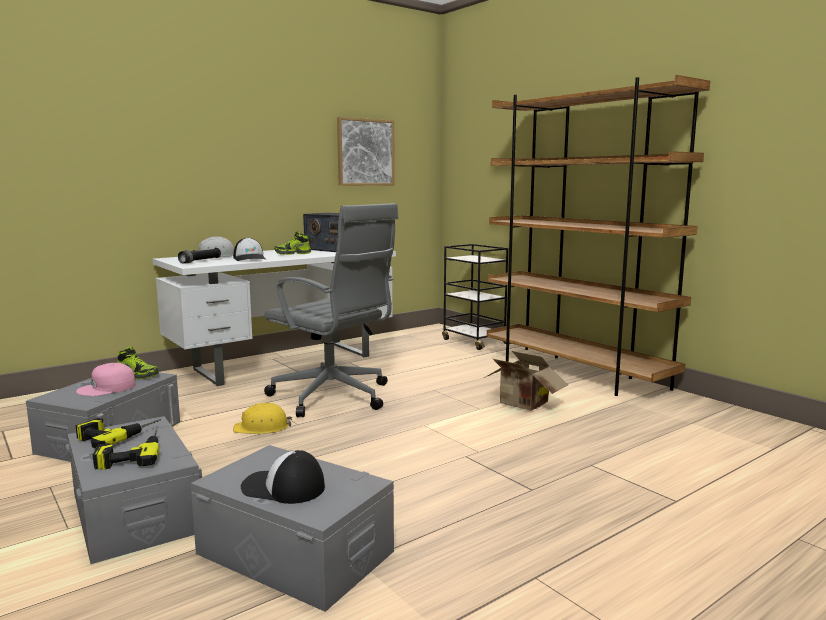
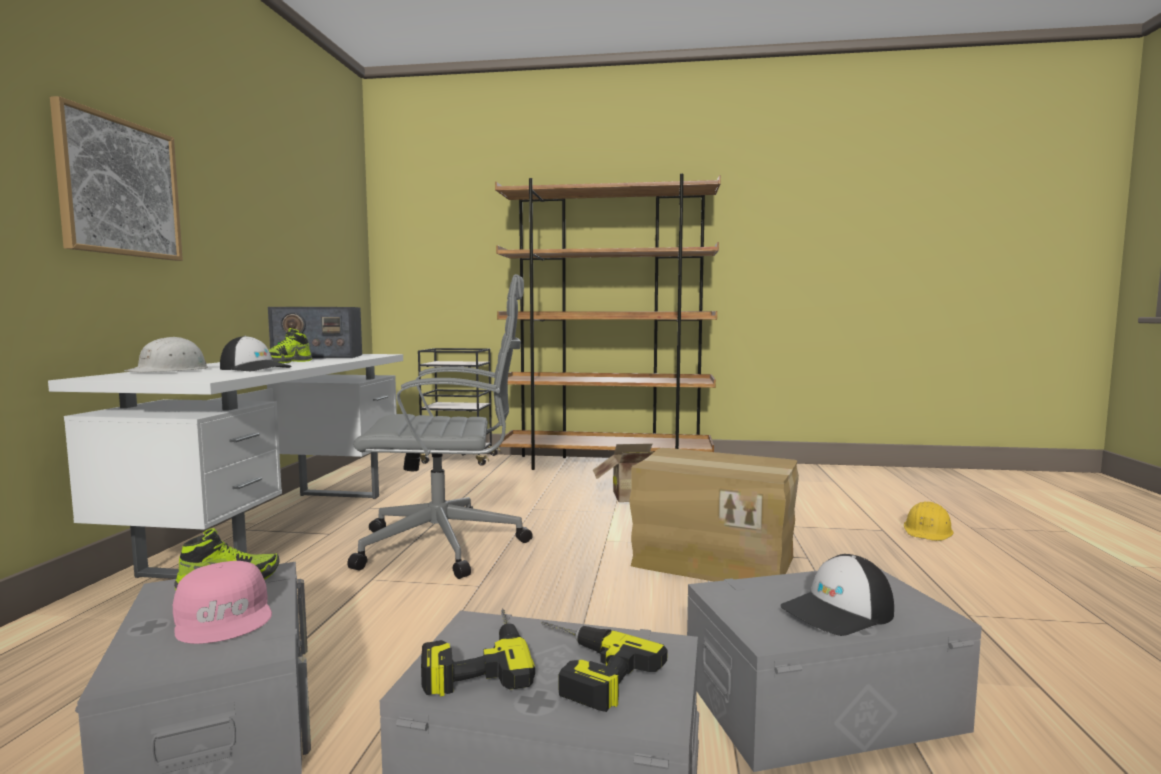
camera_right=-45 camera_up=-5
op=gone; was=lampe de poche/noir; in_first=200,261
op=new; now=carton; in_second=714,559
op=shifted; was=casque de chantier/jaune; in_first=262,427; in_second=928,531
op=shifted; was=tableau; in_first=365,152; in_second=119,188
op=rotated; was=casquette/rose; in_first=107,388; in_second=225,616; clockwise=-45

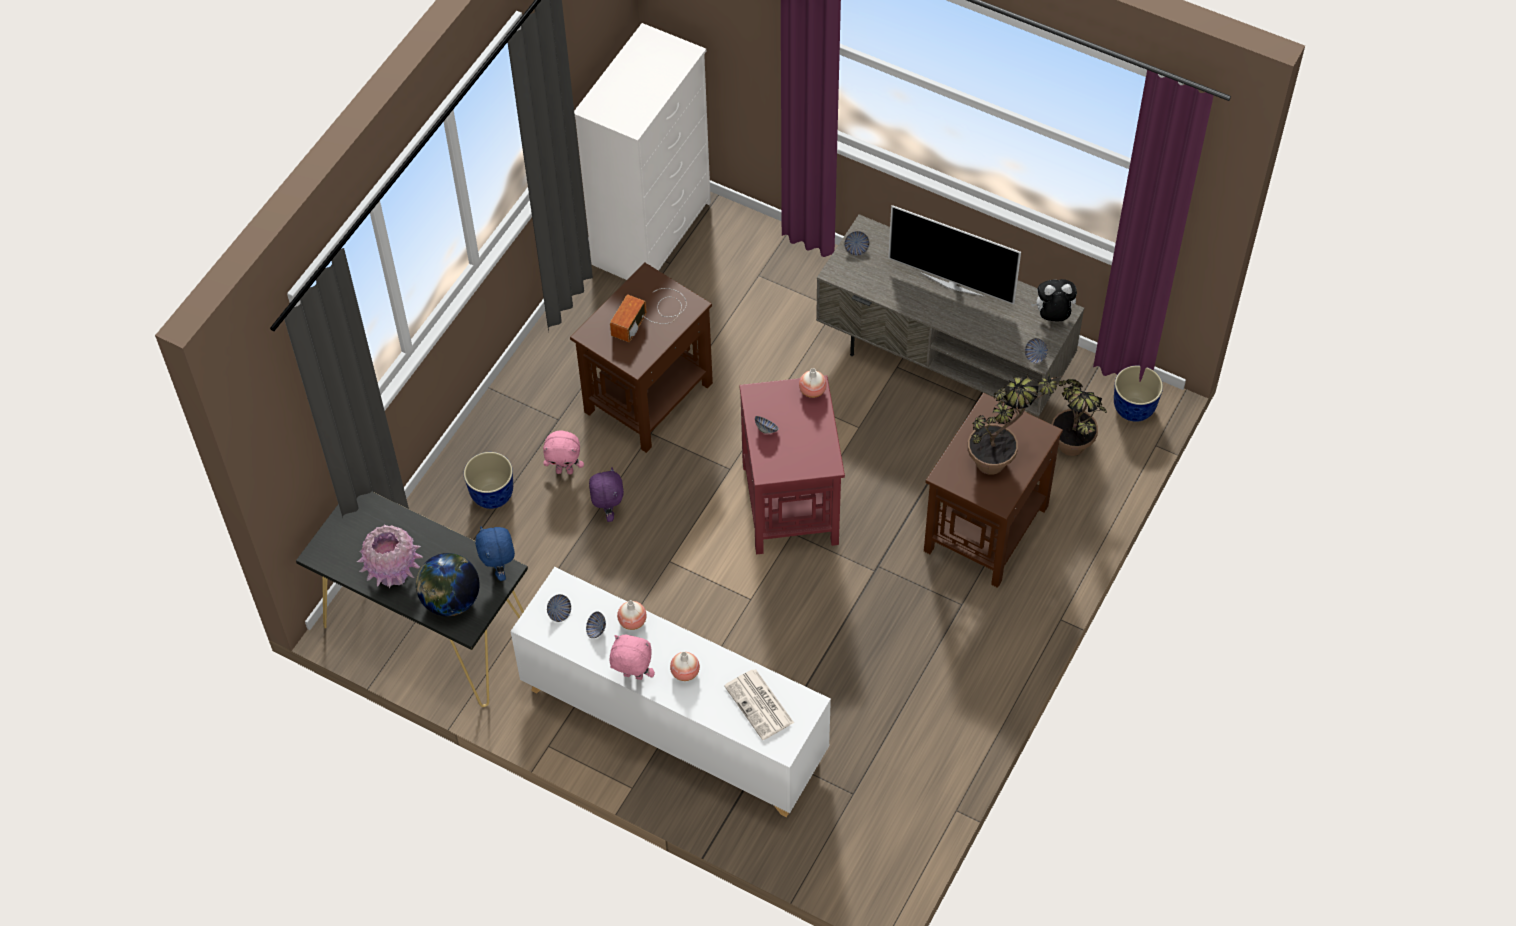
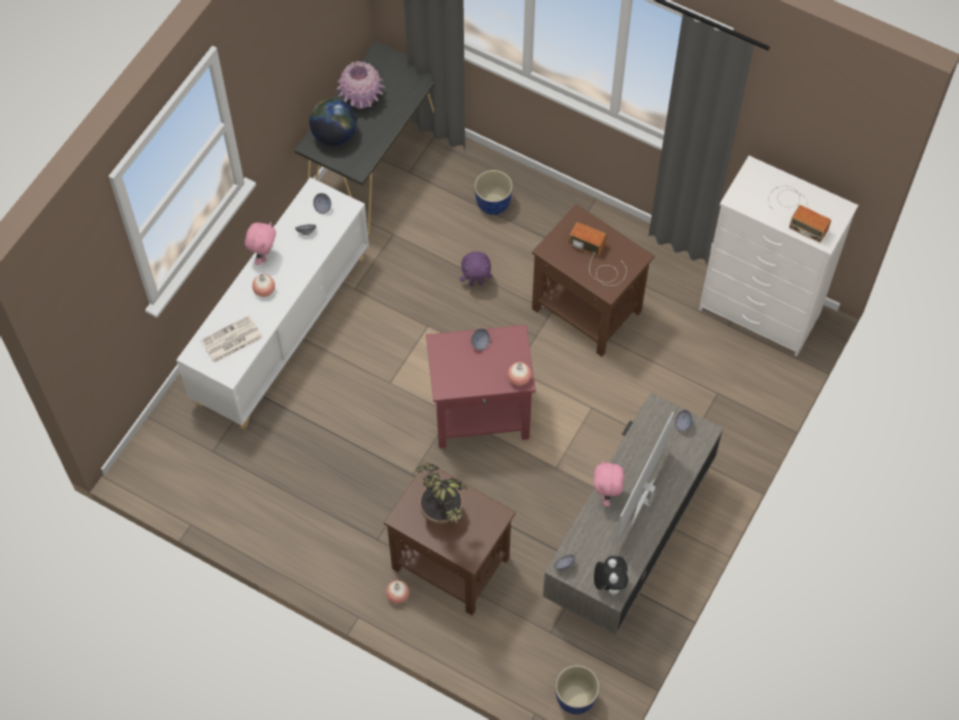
camera_right=90 camera_up=5
op=gone; was=peluche/bleu; in_first=500,569
op=gone; was=plante en pot; in_first=1072,453
op=new; now=radio; in_second=797,212
op=shifted; was=peluche/rose; in_first=565,470; in_second=607,494
op=shifted; was=vase; in_first=632,621; in_second=398,595

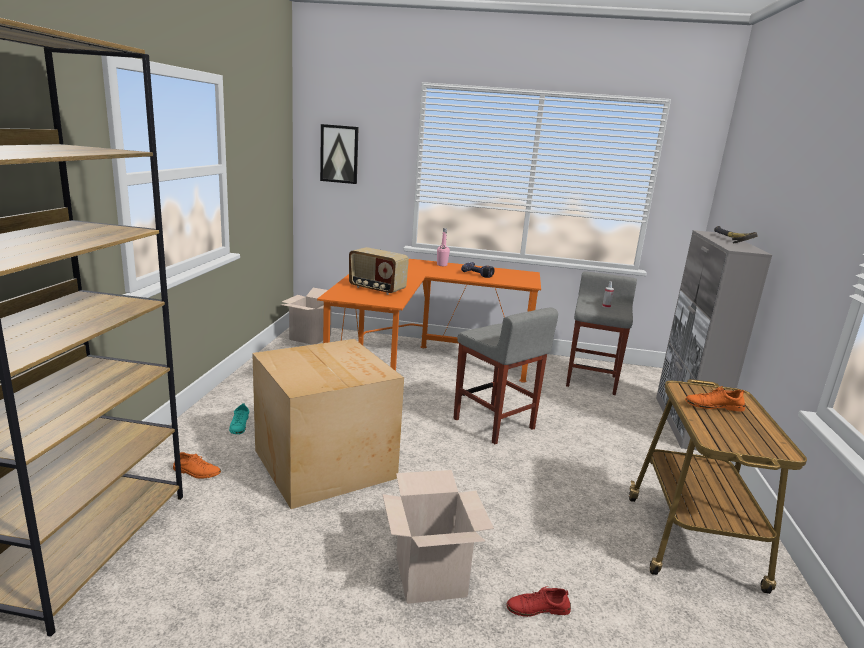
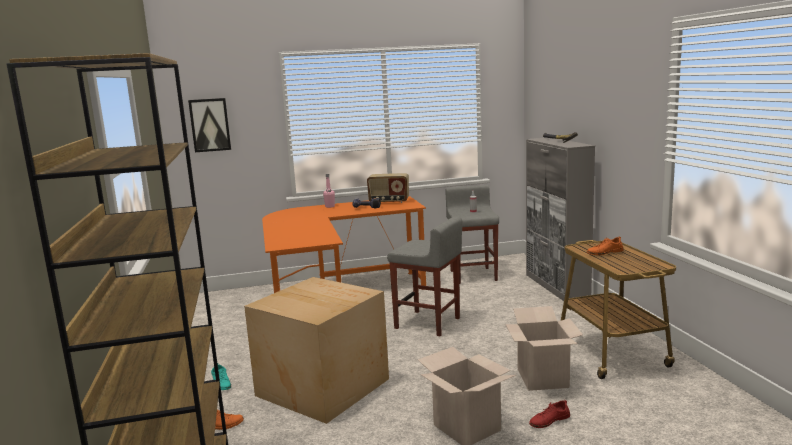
camera_right=-20 camera_up=-5
op=shifted; was=carton; in_first=310,337; in_second=542,378
op=shifted; was=radio; in_first=376,289; in_second=389,201

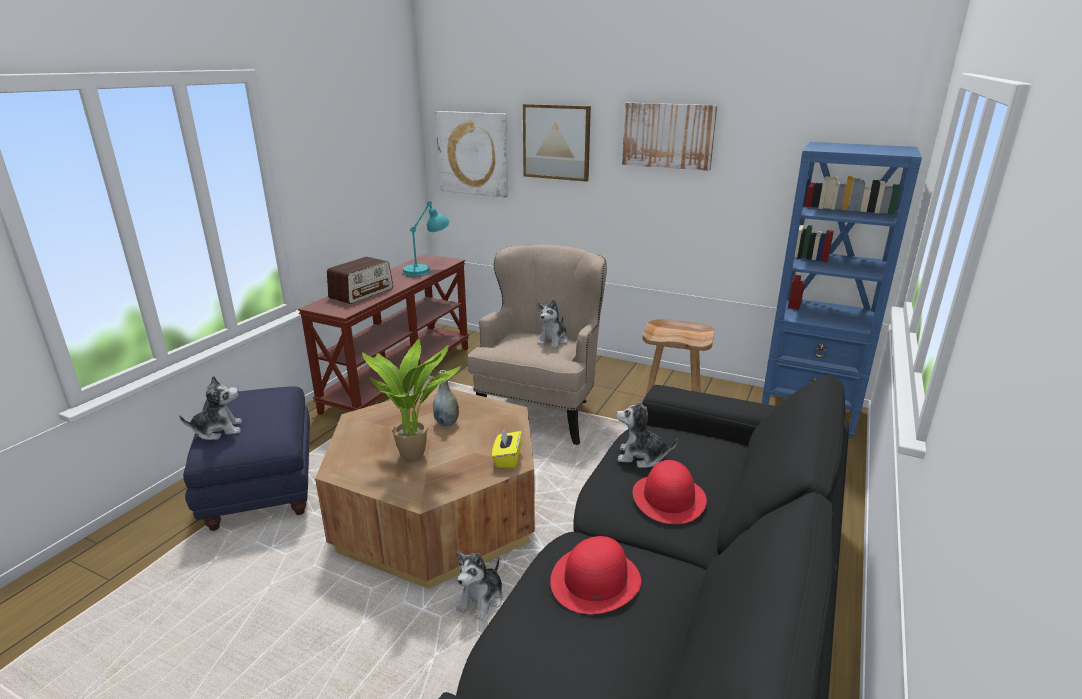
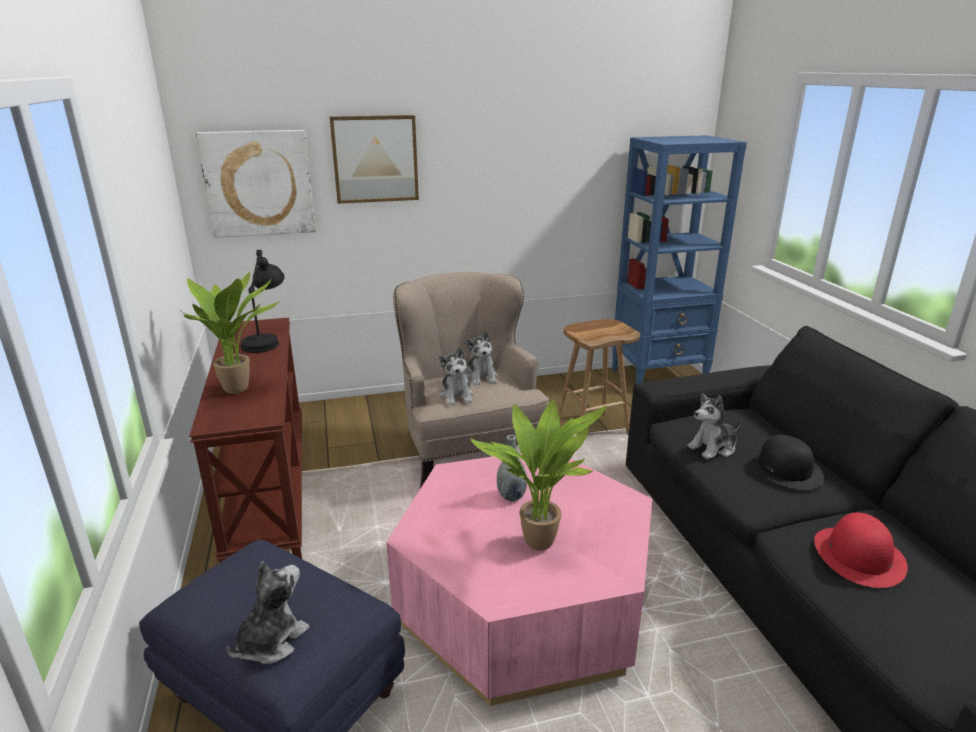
camera_right=-40 camera_up=0
op=gone; was=boîte à mouchoirs/jaune; in_first=507,459
op=gone; was=tableau; in_first=668,136
op=shifted; was=peluche; in_first=481,599; in_second=456,396
op=swapped; was=radio; now=plante en pot; in_first=362,293; in_second=241,389
op=repainted; was=table basse/marron; now=table basse/rose; in_first=437,512; in_second=523,602
op=repainted; was=lampe de table/turquoise; now=lampe de table/noir; in_first=427,269; in_second=267,339
op=repainted; was=chapeau/rouge; now=chapeau/noir; in_first=669,498; in_second=784,469

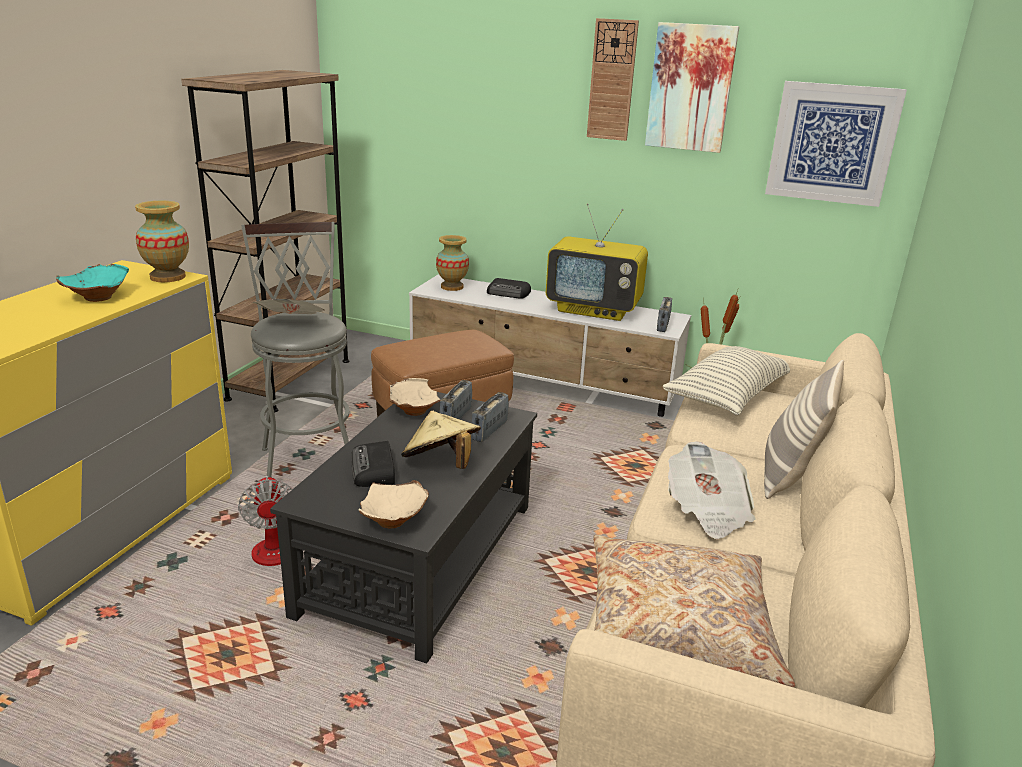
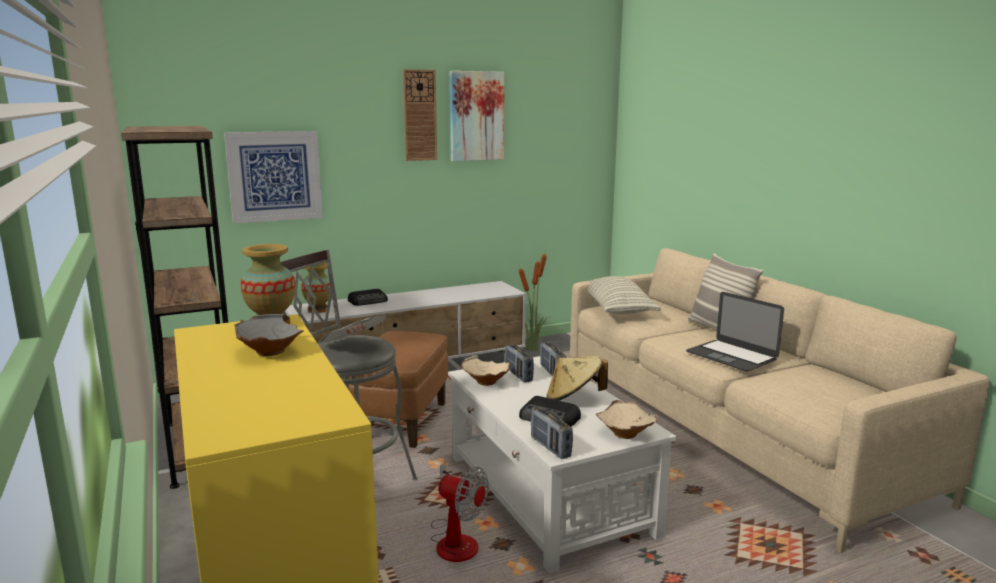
camera_right=-45 camera_up=-10
op=gone; was=téléviseur; in_first=594,310
op=gone; was=coussin/beige; in_first=678,625
op=shifted; was=radio; in_first=663,325; in_second=550,447
op=shifted; was=tableau; in_first=832,143; in_second=275,176
op=swapped; was=journal; now=ordinateur portable; in_first=707,511; in_second=731,355
op=repainted; was=bol/turquoise; now=bol/gris; in_first=96,297; in_second=268,352
op=repainted; was=table basse/noir; now=table basse/blanc; in_first=418,559; in_second=548,495

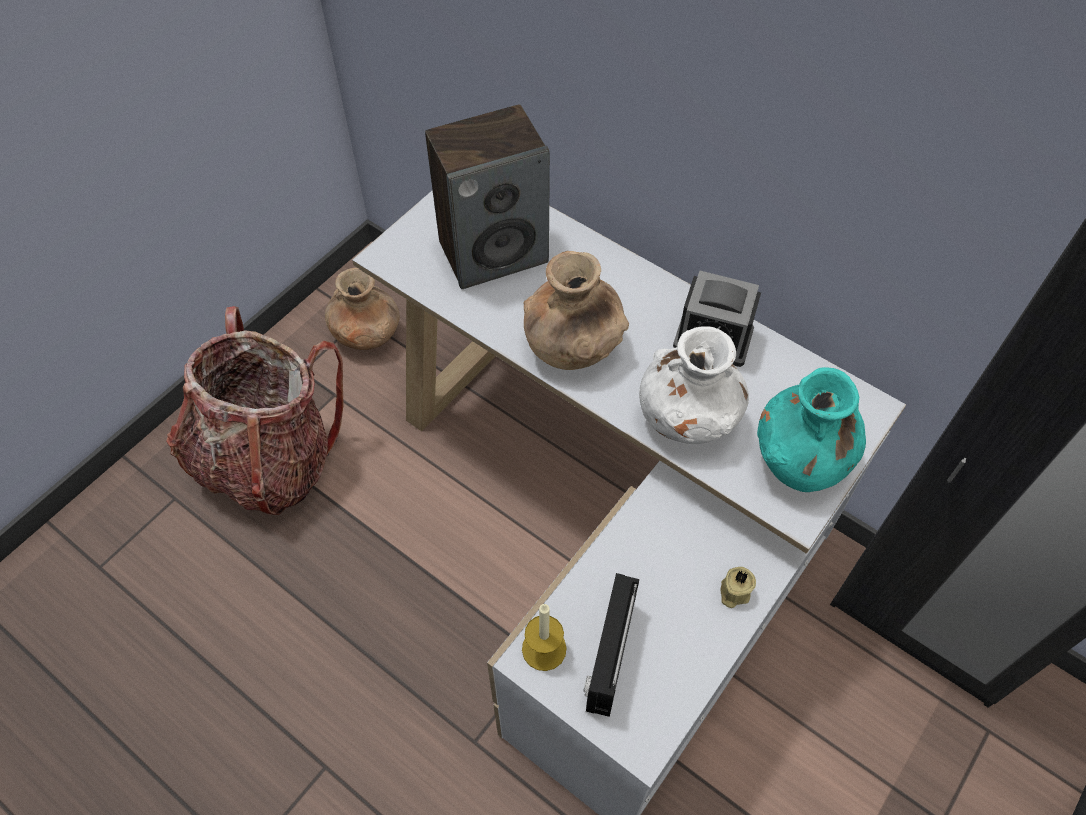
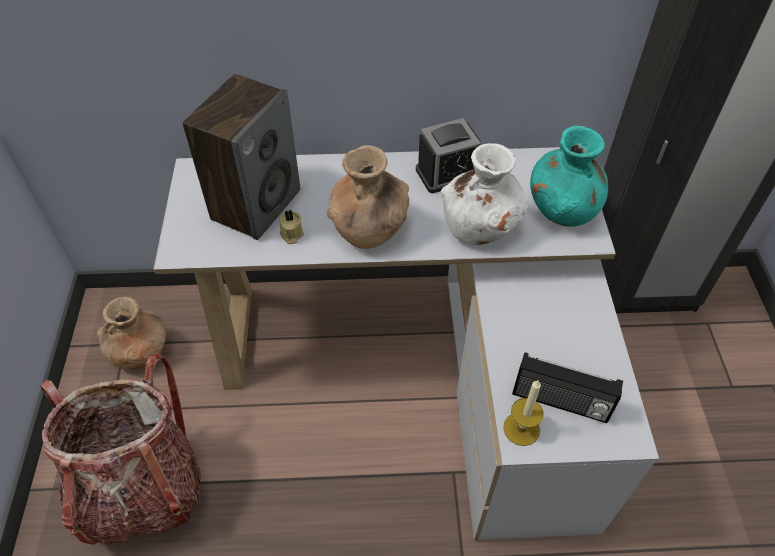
camera_right=-40 camera_up=-5
op=shifted; was=bougie/beige; in_first=733,592; in_second=291,235
op=rotated; was=radio; in_first=608,655; in_second=560,402; clockwise=-45

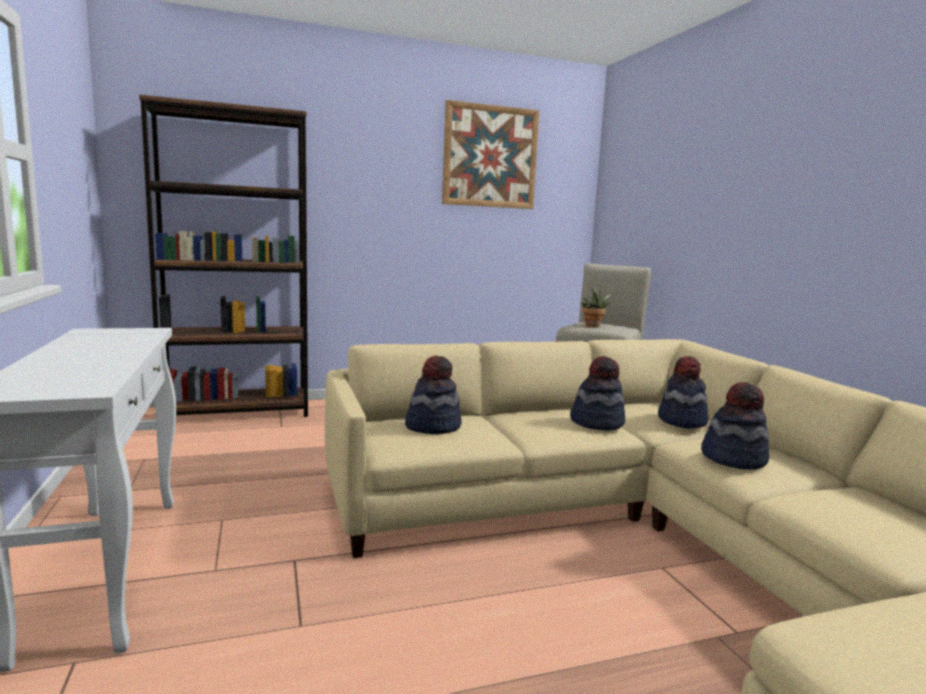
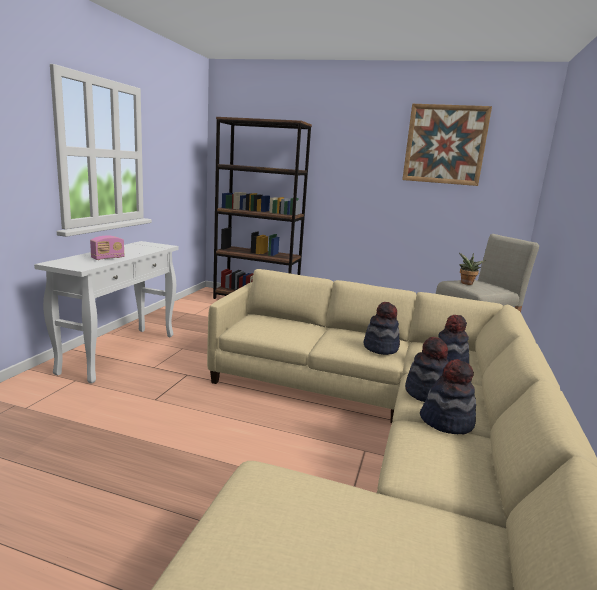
camera_right=35 camera_up=5
op=new; now=radio; in_second=108,258
op=shifted; was=chapeau; in_first=433,426; in_second=446,421

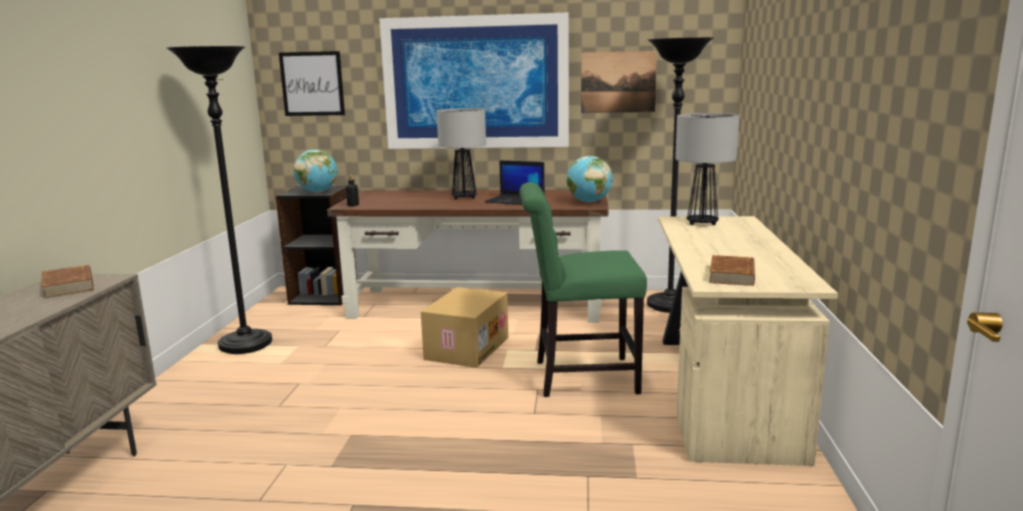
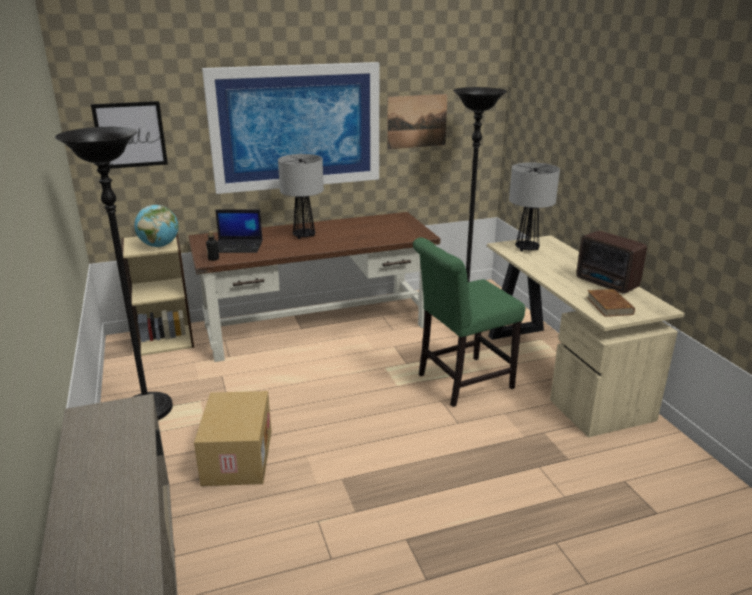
camera_right=-25 camera_up=10
op=gone; was=livre/marron; in_first=69,286
op=gone; was=globe; in_first=589,202
op=new; now=radio; in_second=607,284
op=shifted; was=carton; in_first=466,348; in_second=236,457
op=shifted; was=ordinateur portable; in_first=516,200; in_second=238,246
op=repainted; was=bibliothèque/noir; now=bibliothèque/beige; in_first=324,296; in_second=165,339

